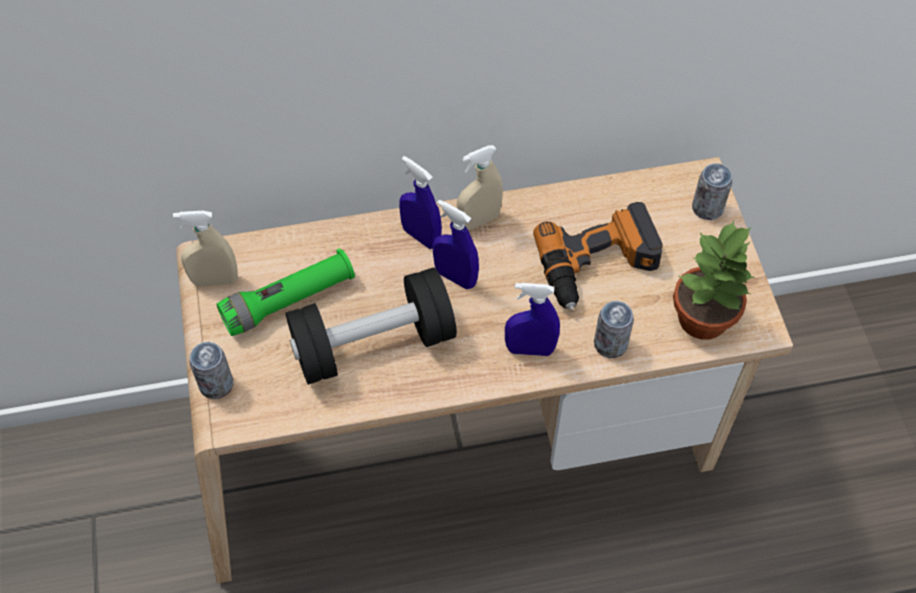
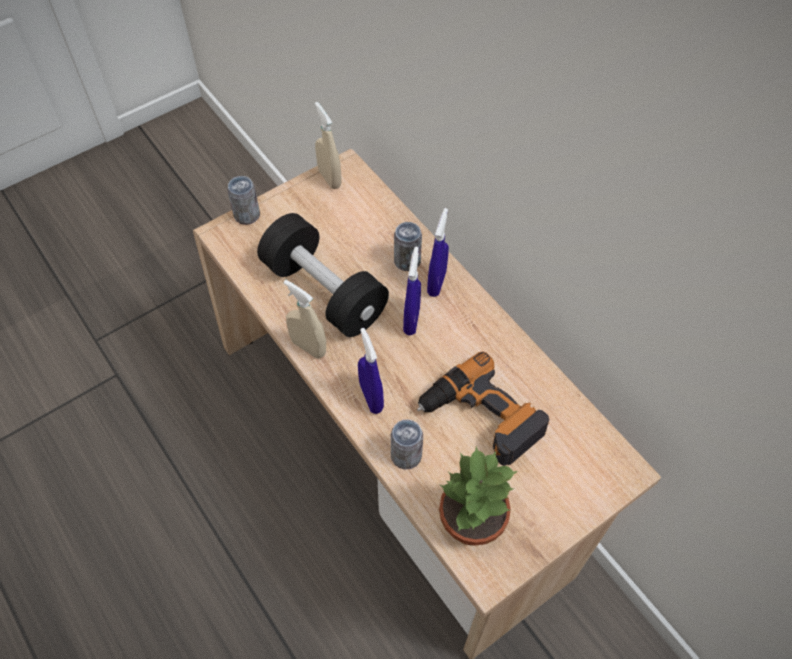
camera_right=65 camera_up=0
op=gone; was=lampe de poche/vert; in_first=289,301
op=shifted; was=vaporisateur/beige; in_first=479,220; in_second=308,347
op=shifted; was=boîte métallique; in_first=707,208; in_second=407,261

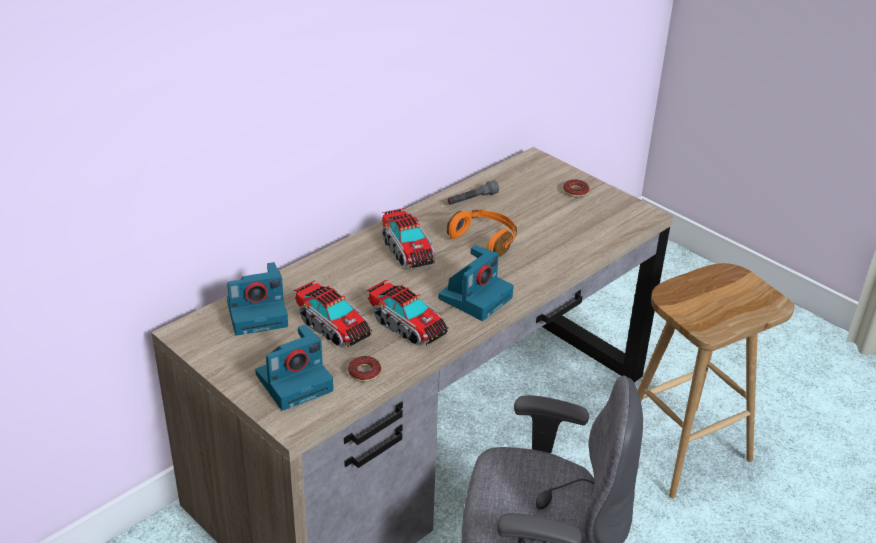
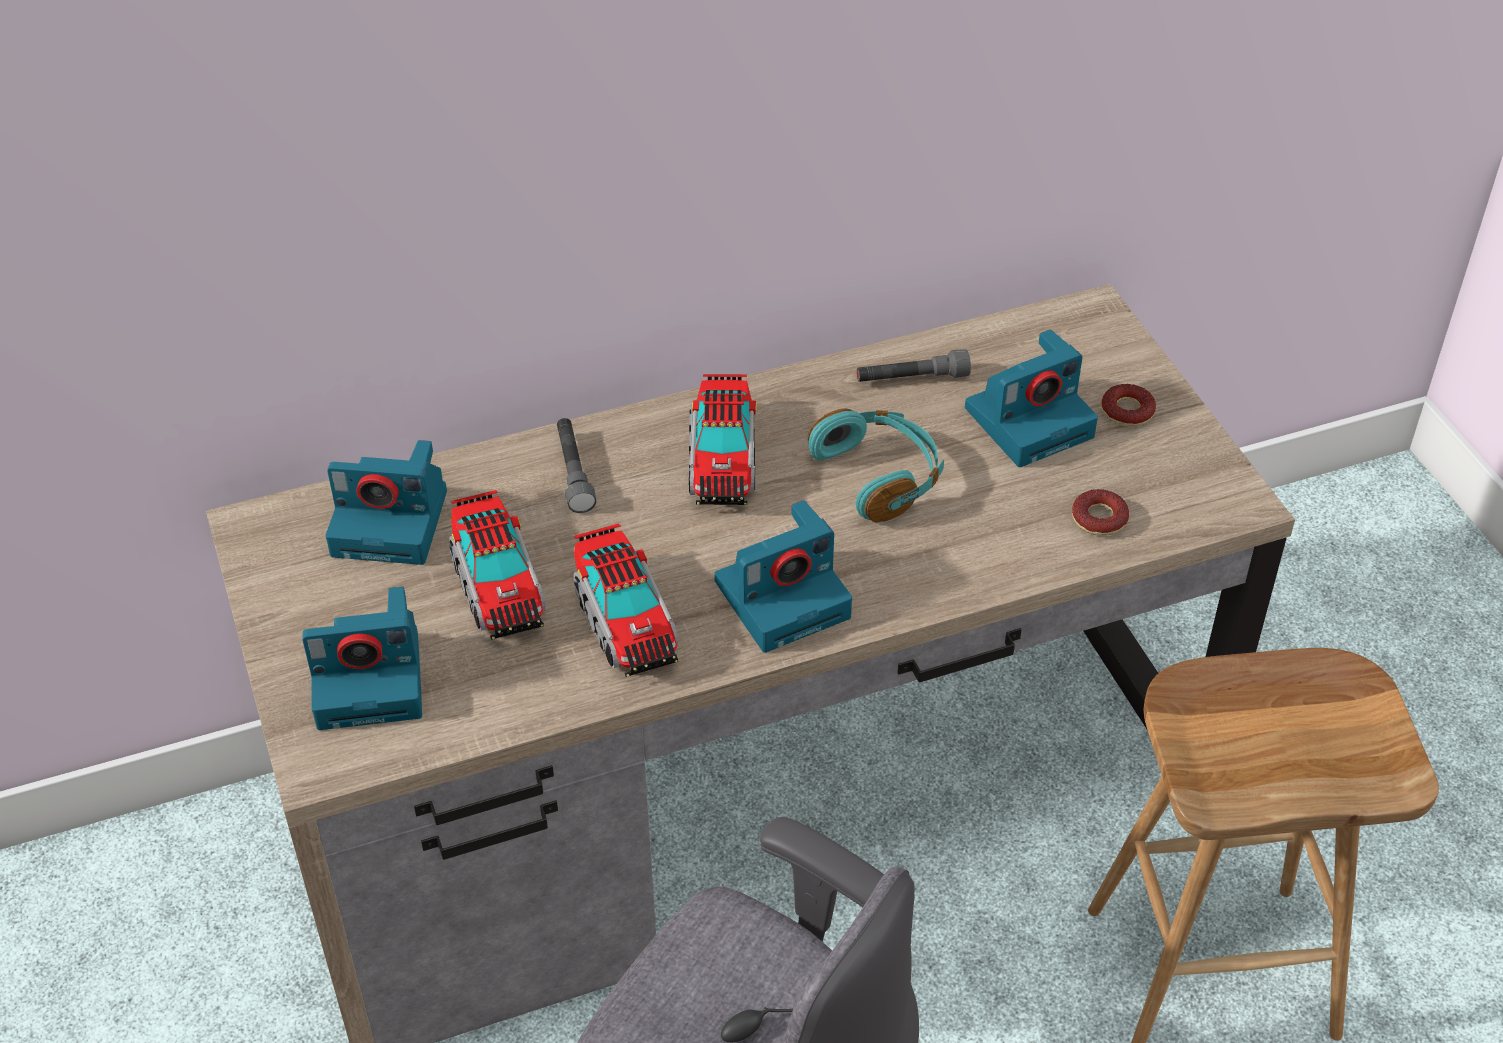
camera_right=25 camera_up=10
op=new; now=lampe de poche/gris; in_second=573,472
op=new; now=appareil photo; in_second=1030,420
op=shifted; was=beignet; in_first=364,372; in_second=1099,518
op=repainted; was=casque audio/orange; now=casque audio/turquoise; in_first=485,240; in_second=879,476

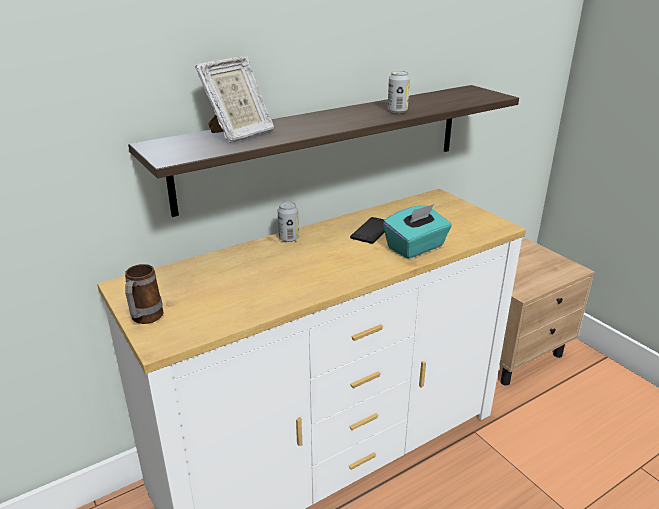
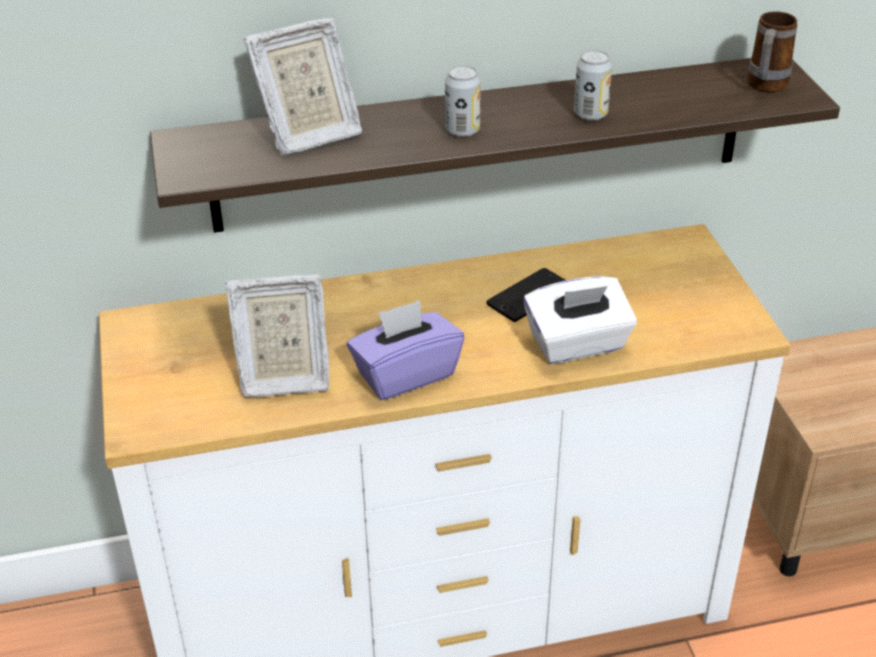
camera_right=20 camera_up=10
op=new; now=cadre photo; in_second=283,377
op=new; now=boîte à mouchoirs/violet; in_second=405,374
op=shifted; was=mug; in_first=144,319; in_second=764,87
op=shifted; was=boîte métallique; in_first=288,238; in_second=462,130
op=repainted; was=boîte à mouchoirs/turquoise; now=boîte à mouchoirs/blanc; in_first=416,247; in_second=577,344

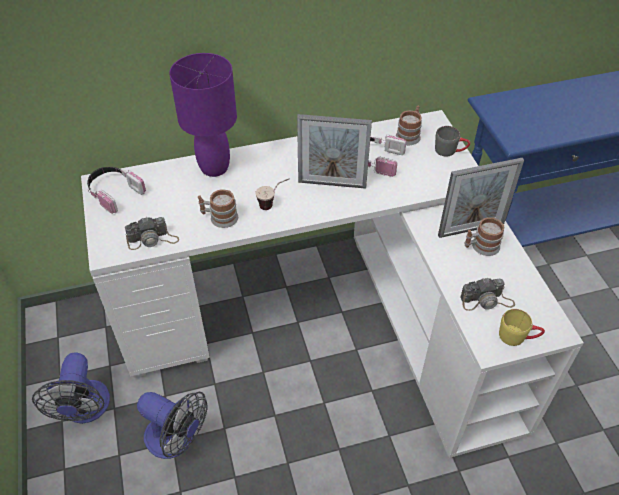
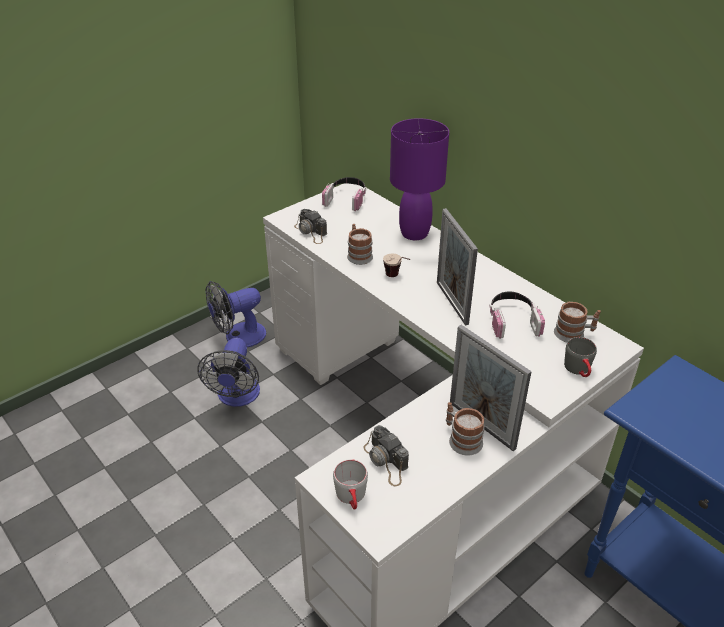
camera_right=65 camera_up=-10
op=repainted; was=mug/jaune; now=mug/gris; in_first=518,336; in_second=352,498

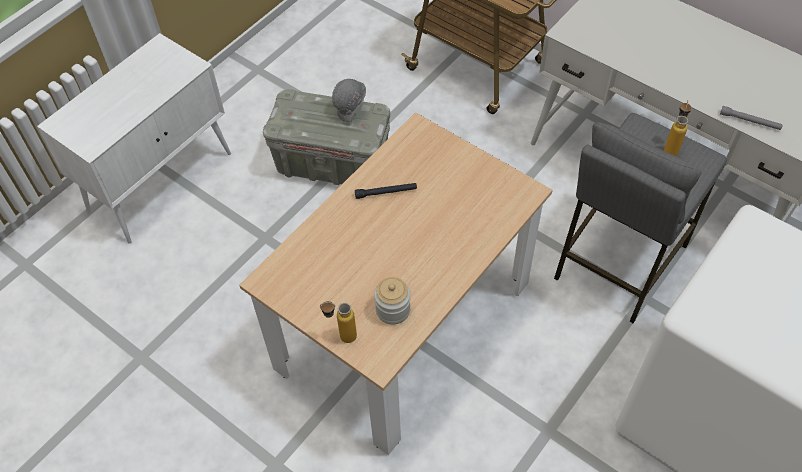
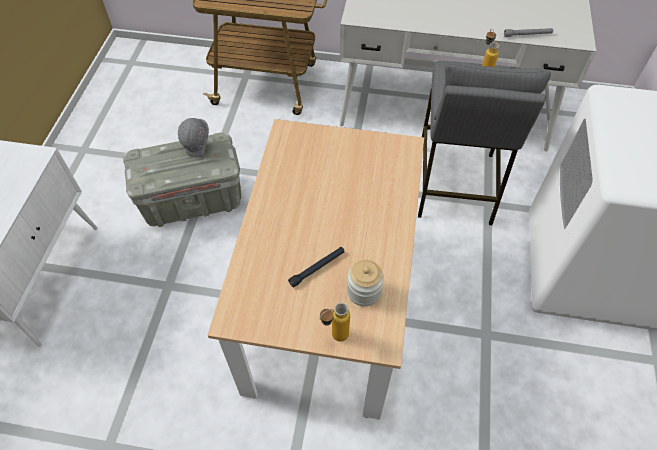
camera_right=-30 camera_up=0
op=shifted; was=lampe de poche/noir; in_first=386,193; in_second=317,268

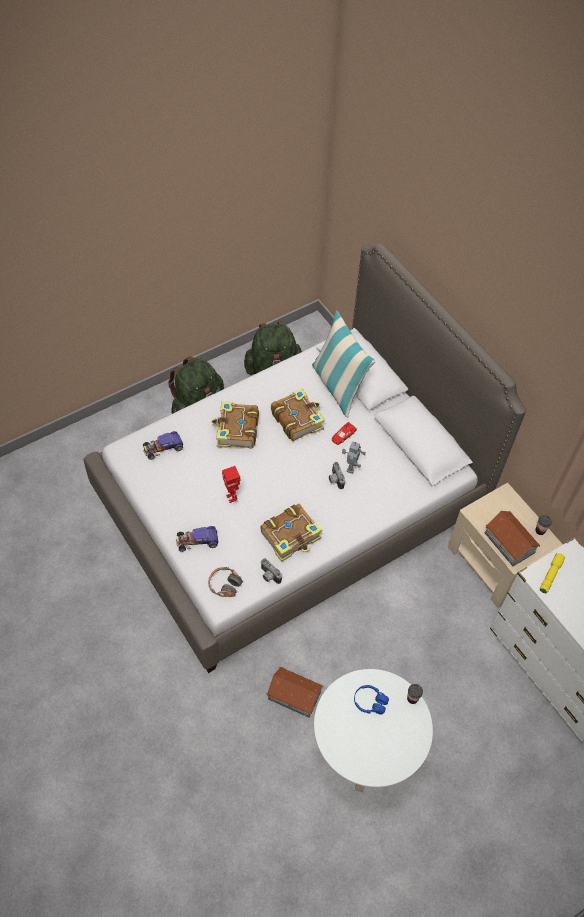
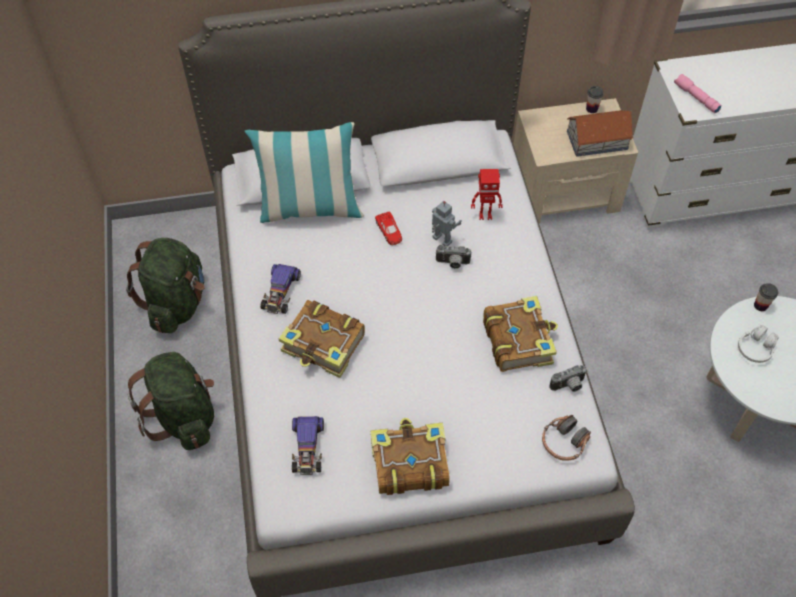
camera_right=-65 camera_up=0
op=gone; was=maison miniature; in_first=294,695
op=shifted; was=petite voiture; in_first=197,541; in_second=280,292
op=shifted; was=robot jouet; in_first=232,497; in_second=485,215
op=shifted; was=livre; in_first=297,419; in_second=408,463
op=repainted; was=casque audio/bleu; now=casque audio/blanc; in_first=370,702; in_second=755,348
op=repainted; was=lampe de poche/jaune; now=lampe de poche/rose; in_first=550,574; in_second=695,98

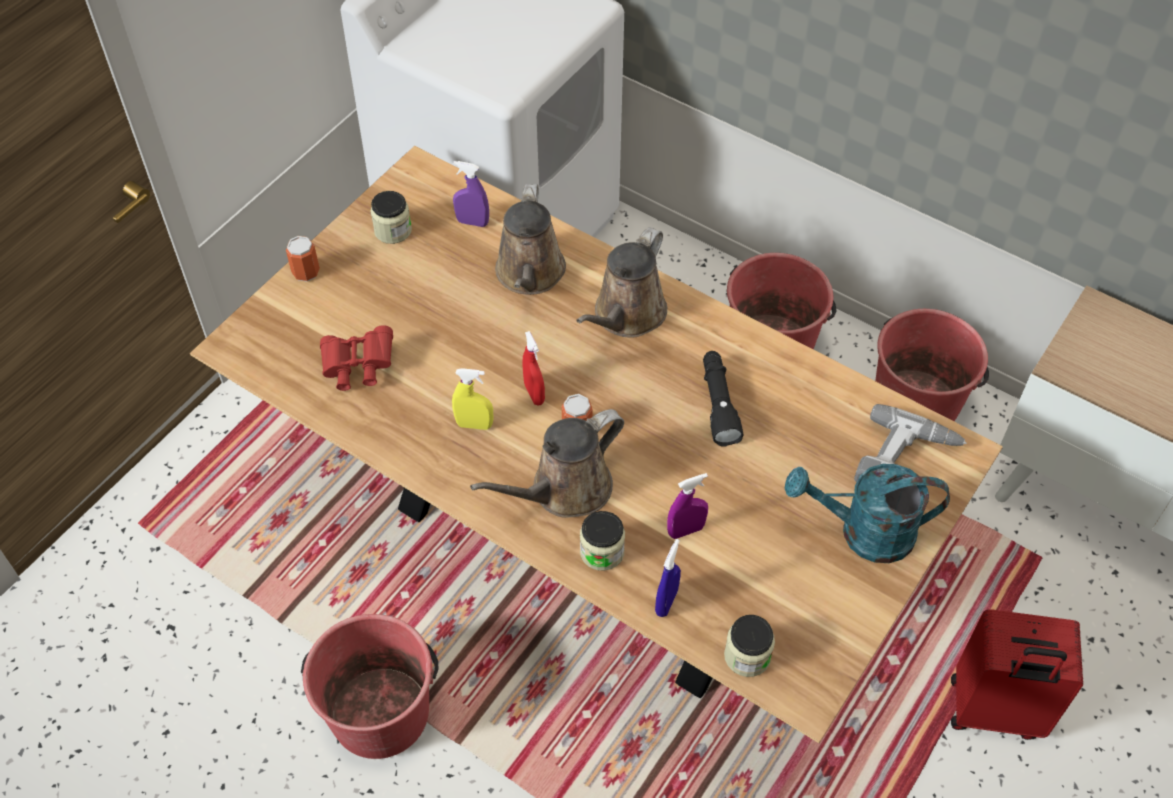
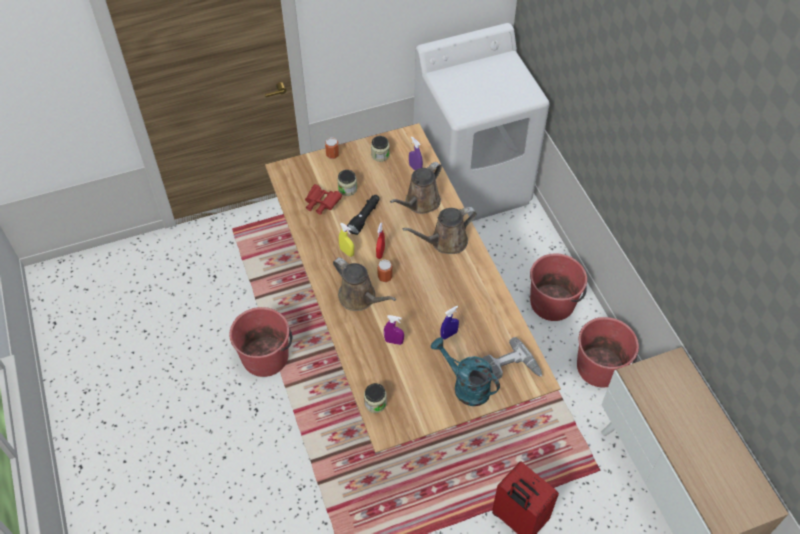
camera_right=35 camera_up=0
op=shifted; was=bocal; in_first=602,552; in_second=347,189
op=shifted; was=vaporisateur/bleu; in_first=666,602; in_second=449,334
op=shifted; was=lampe de poche/noir; in_first=718,404; in_second=365,217
op=rotated; was=arrosoir/marron; in_first=564,490; in_second=360,298; clockwise=-135

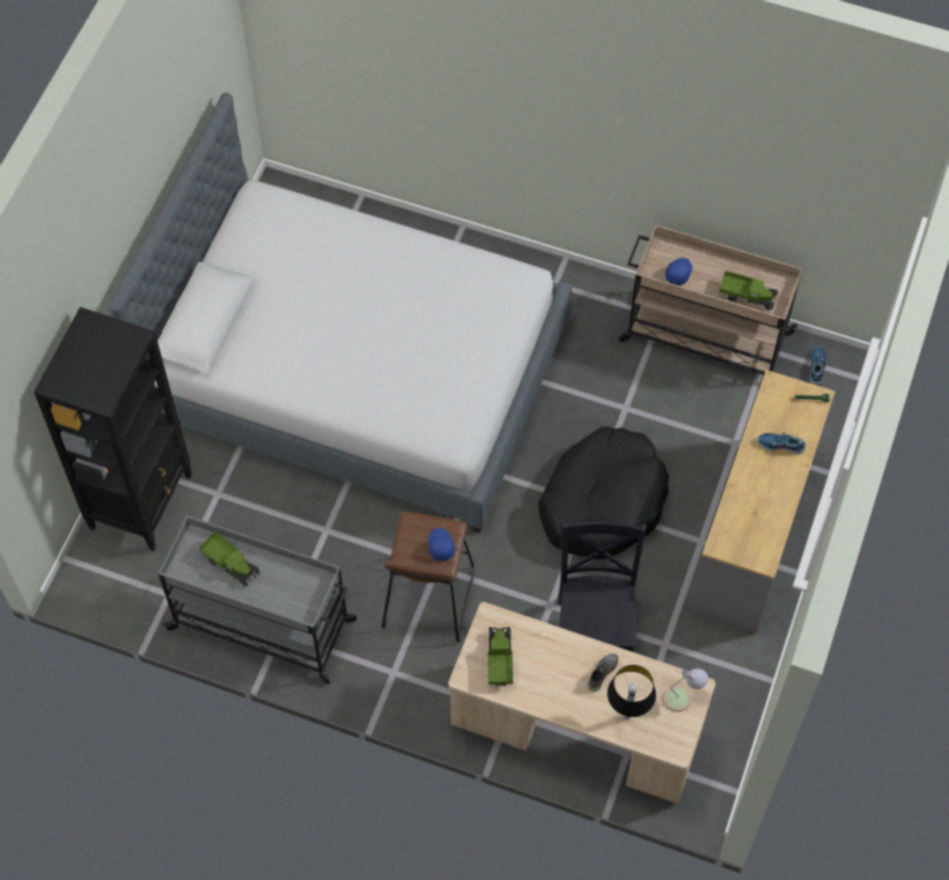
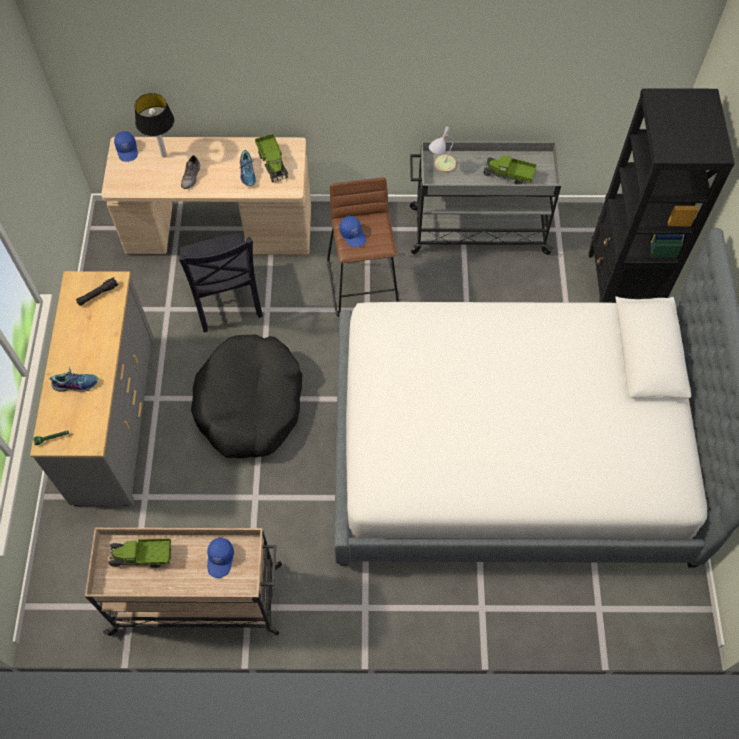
camera_right=160 camera_up=0
op=new; now=lampe de poche/noir; in_second=98,294
op=new; now=casquette/bleu; in_second=127,150
op=shifted; was=lampe de table; in_first=683,697; in_second=441,166
op=shifted; was=chaussure; in_first=816,368; in_second=248,173

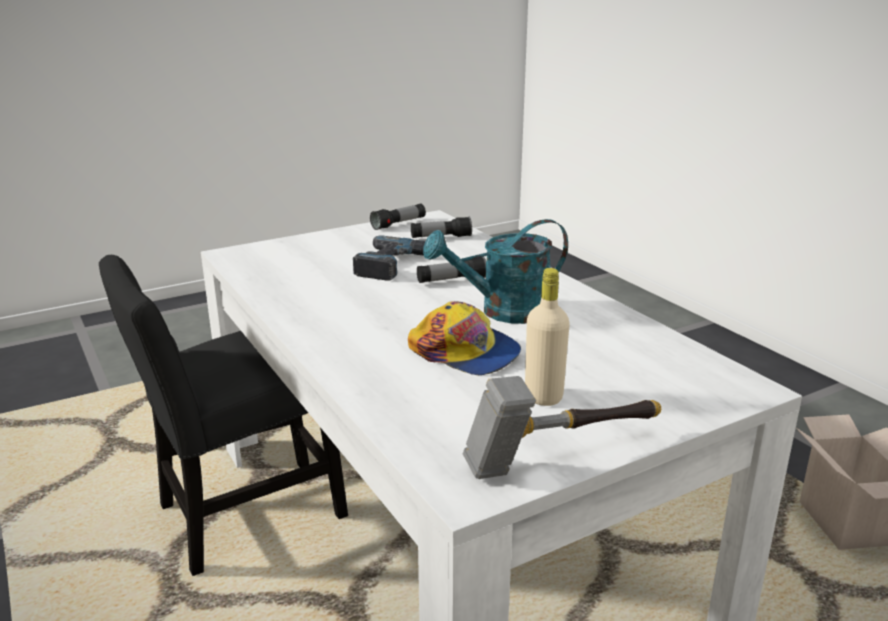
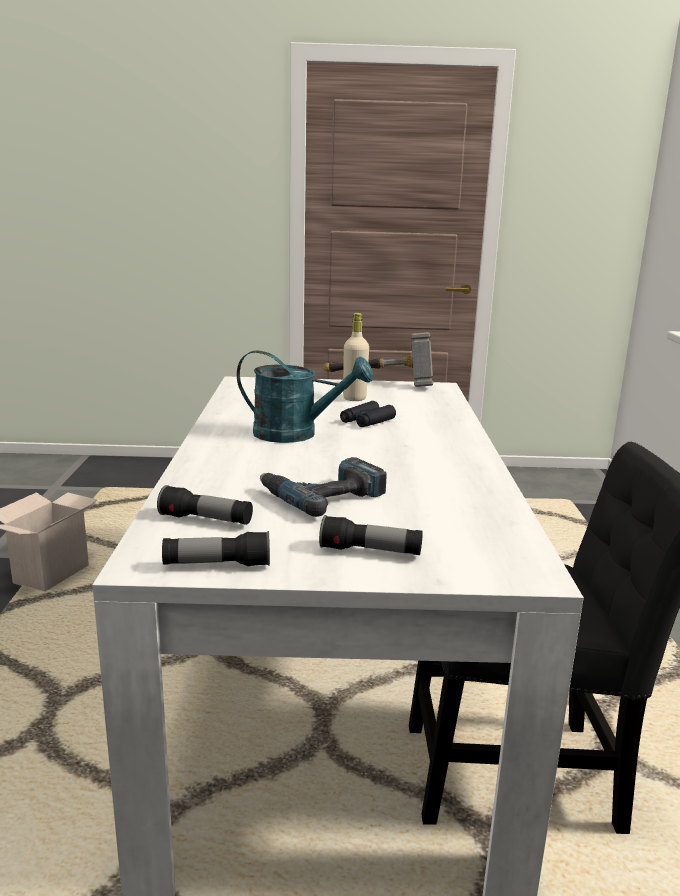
camera_right=-150 camera_up=-5
op=shifted; was=lampe de poche; in_first=451,281; in_second=370,551
op=swapped; was=casquette; now=jumelles/noir; in_first=465,352; in_second=367,421

